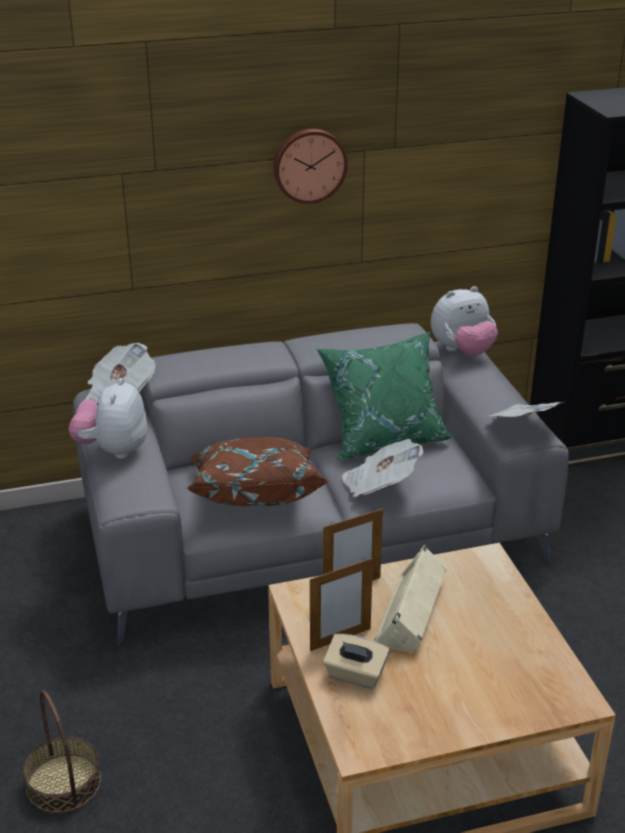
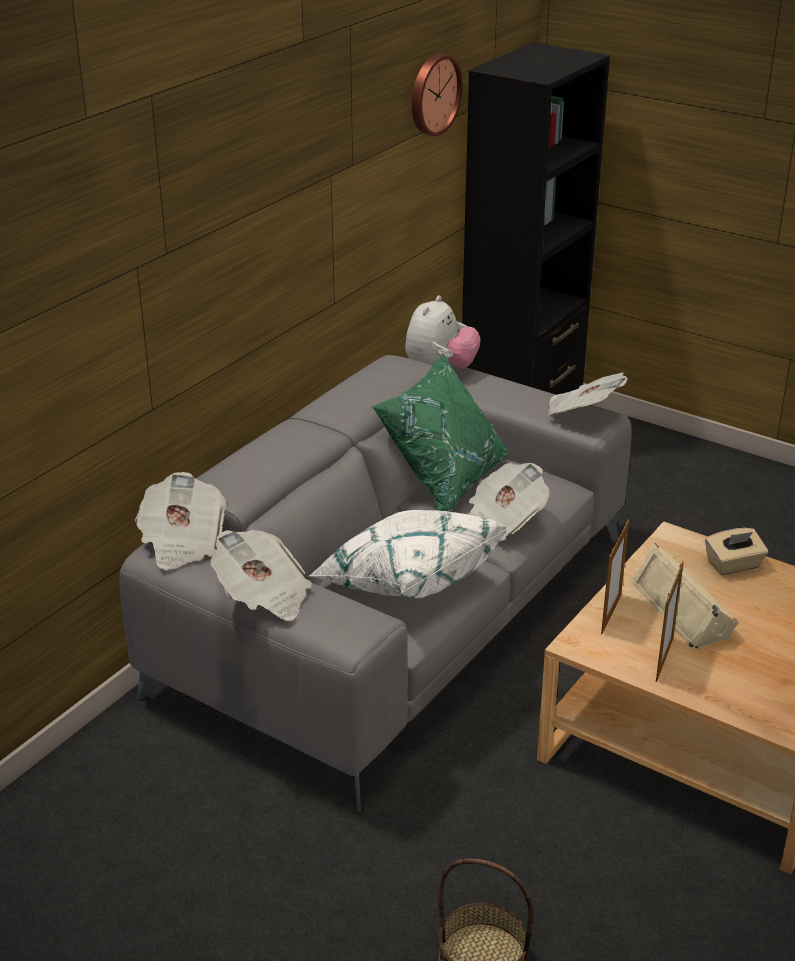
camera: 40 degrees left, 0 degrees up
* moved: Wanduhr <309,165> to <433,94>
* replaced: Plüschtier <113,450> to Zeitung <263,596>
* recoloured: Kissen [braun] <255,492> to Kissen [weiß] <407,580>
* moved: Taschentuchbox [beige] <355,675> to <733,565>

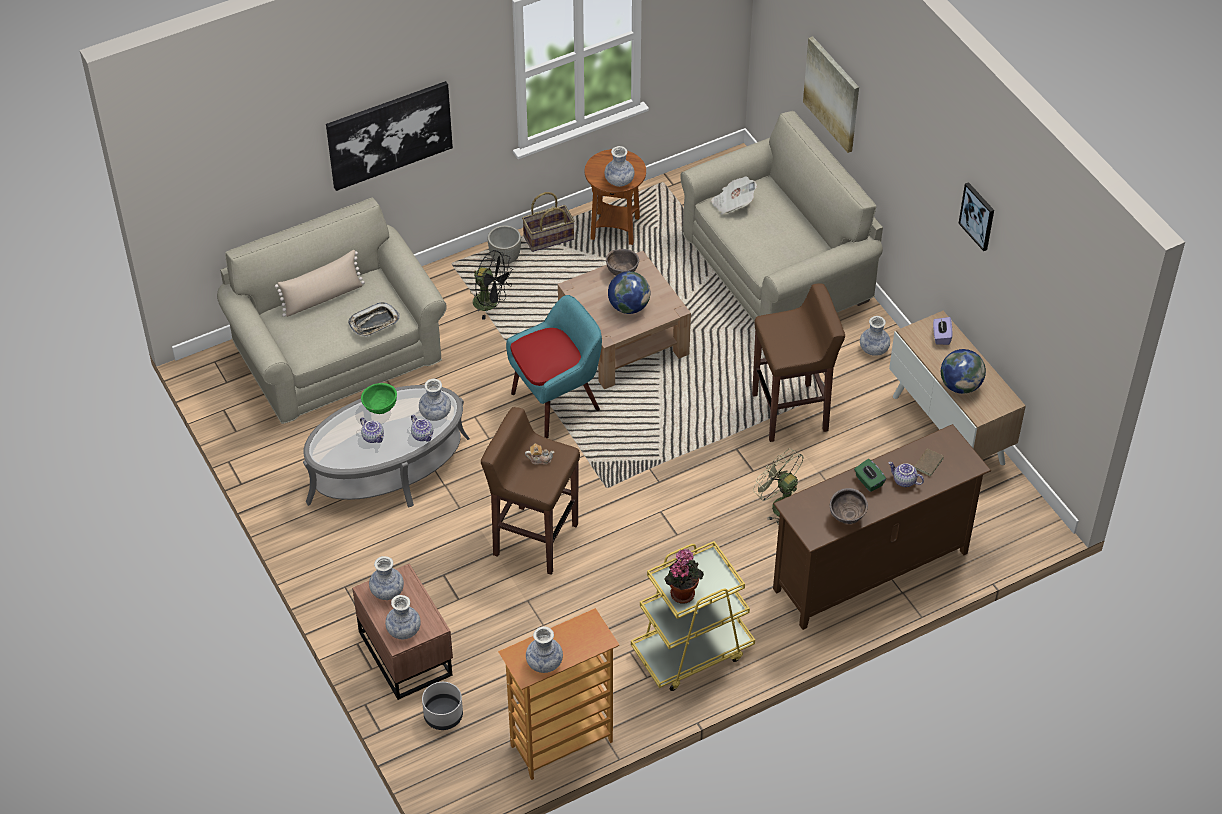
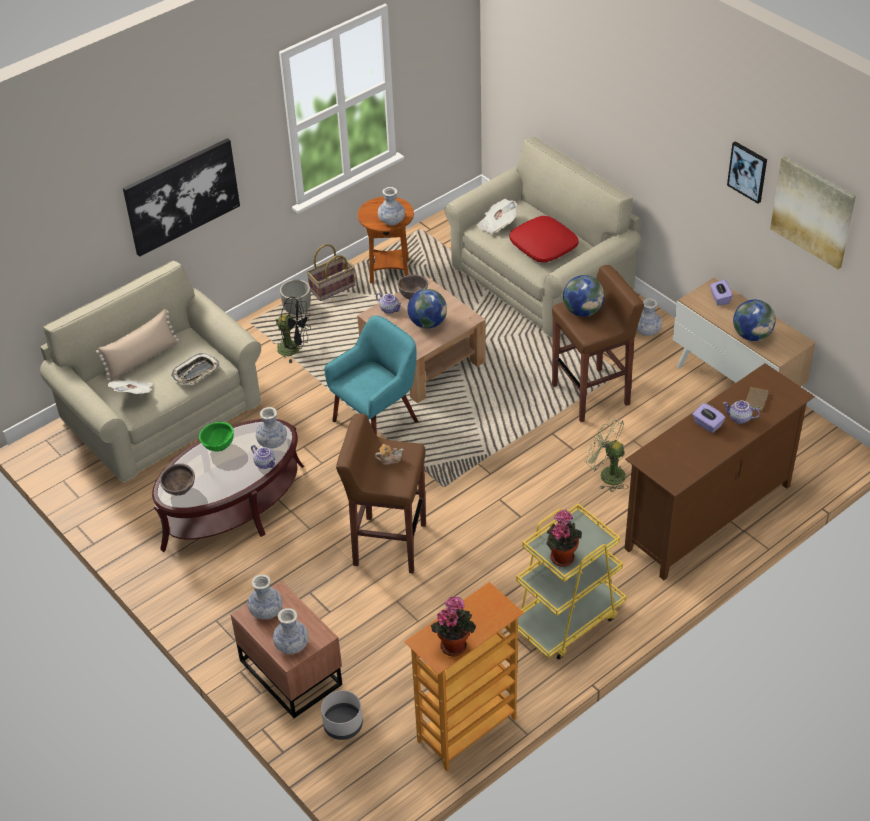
camera: 10 degrees left, 5 degrees down
* moved: Bild <832,93> to <813,211>
* moved: Kissen [rot] <548,362> to <544,246>
* recoloured: Couchtisch [grau] <388,469> to Couchtisch [braun] <233,506>
* moved: Teekanne <373,437> to <390,309>
* recoloured: Taschentuchbox [grün] <868,481> to Taschentuchbox [lila] <707,424>
* moved: Schüssel [braun] <846,517> to <180,490>
* replaced: Vase <544,663> to Topfpflanze <454,644>
* added: Globus <582,311>
* added: Zeitung <134,394>

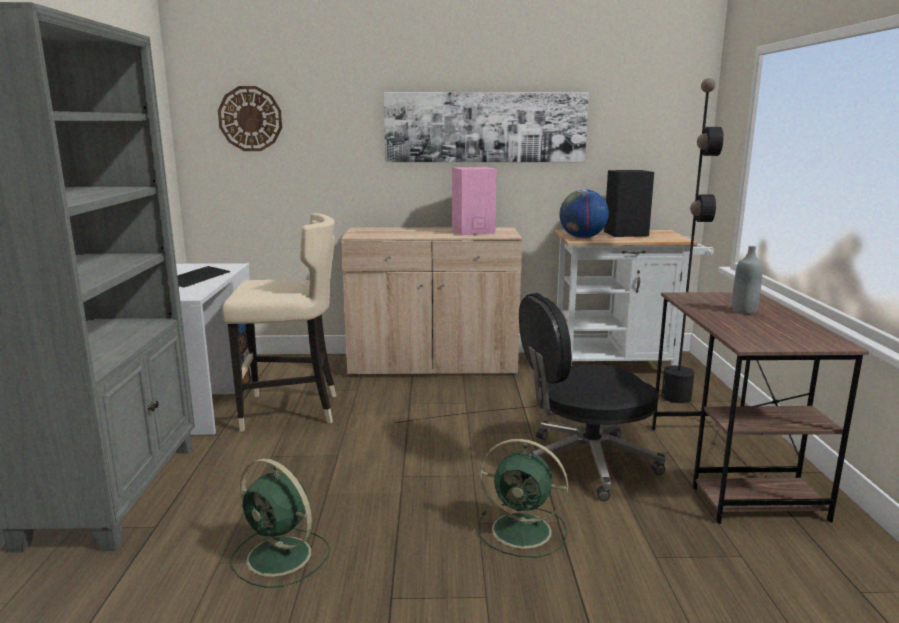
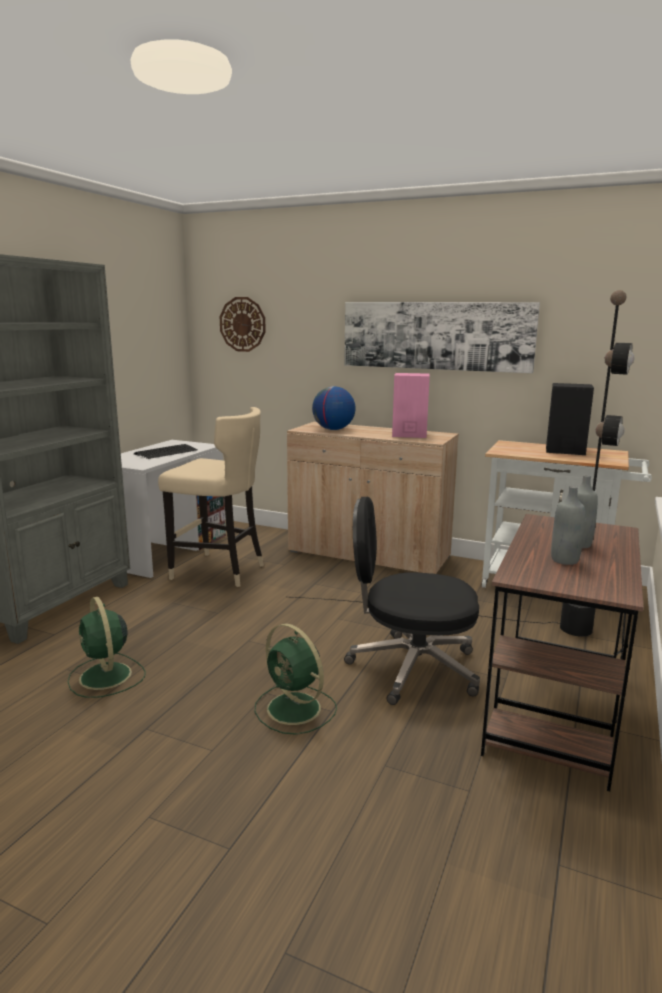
camera: 25 degrees right, 0 degrees up
* moved: Globus <582,237> to <333,429>
* added: Flasche [grau] <564,560>

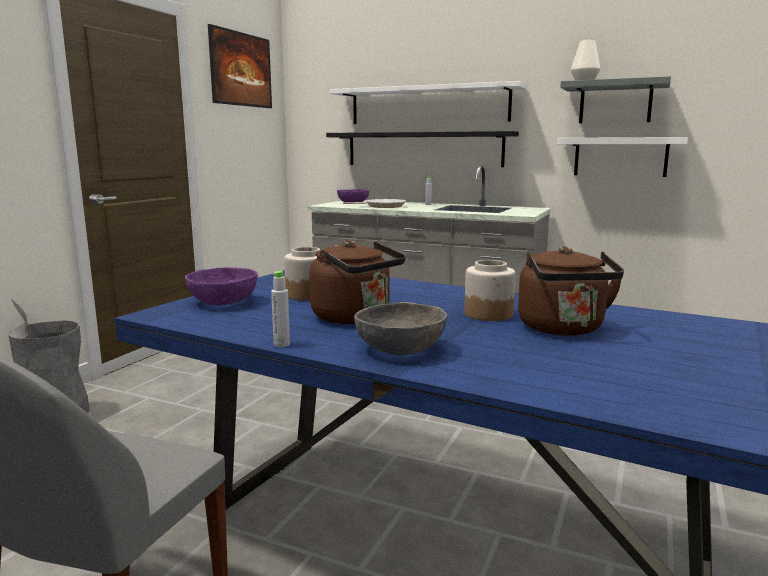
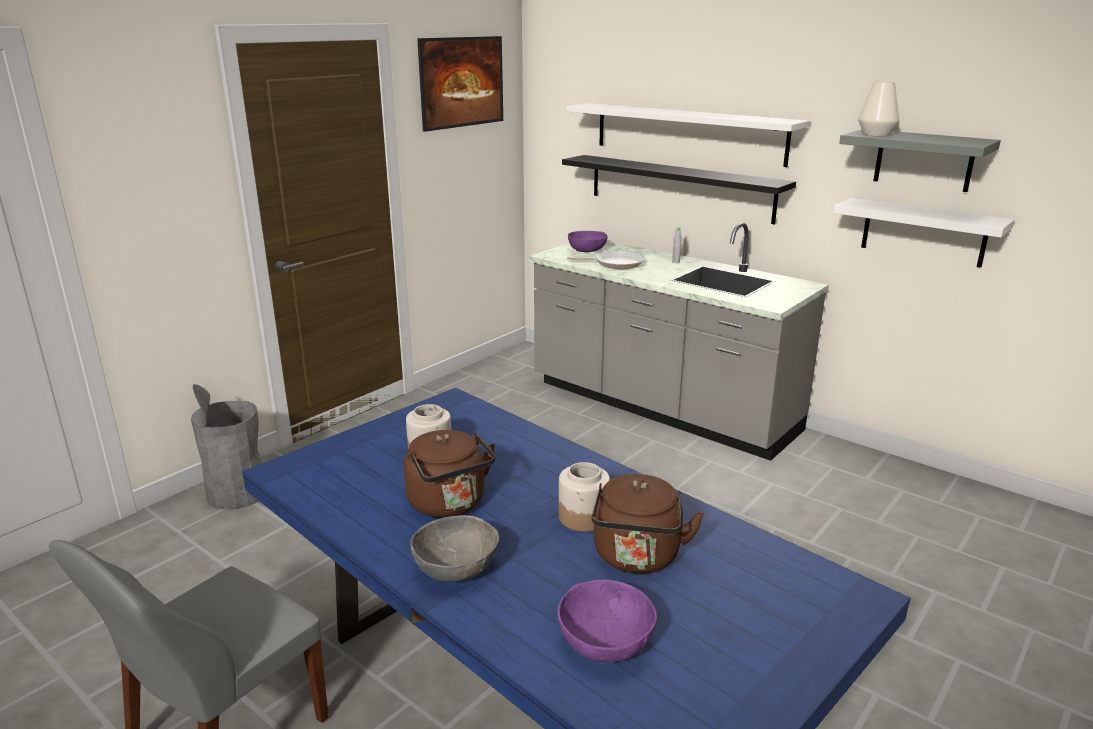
camera: 15 degrees right, 10 degrees up
* moved: Schüssel [lila] <223,302> to <605,642>
* removed: Flasche [grau] <281,344>

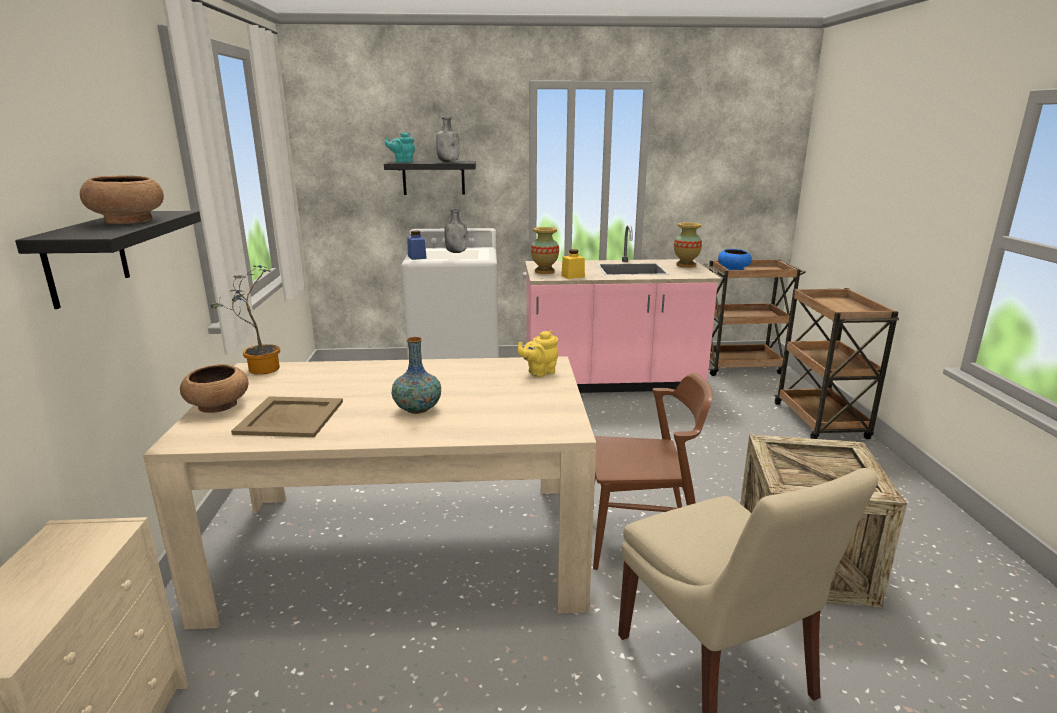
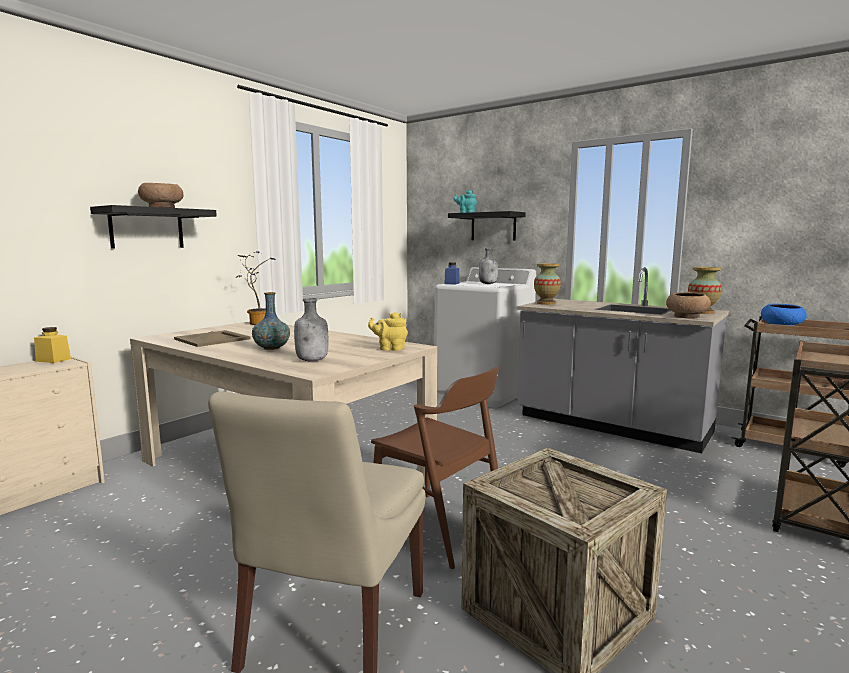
camera: 40 degrees right, 10 degrees down
* moved: Flasche [grau] <449,162> to <313,360>
* recoloured: Küchenzeile [rosa] <612,382> to Küchenzeile [grau] <611,425>
* moved: Vorratsglas [gelb] <573,276> to <53,360>
* moved: Schüssel [braun] <218,406> to <687,317>

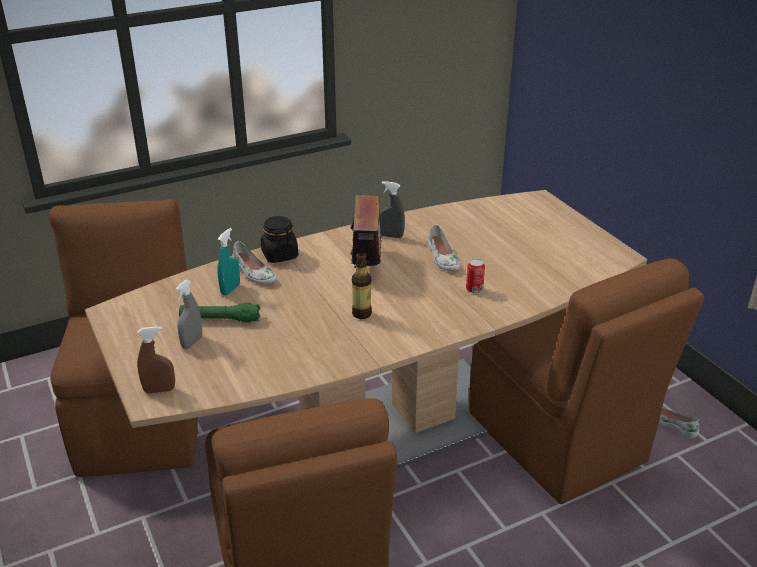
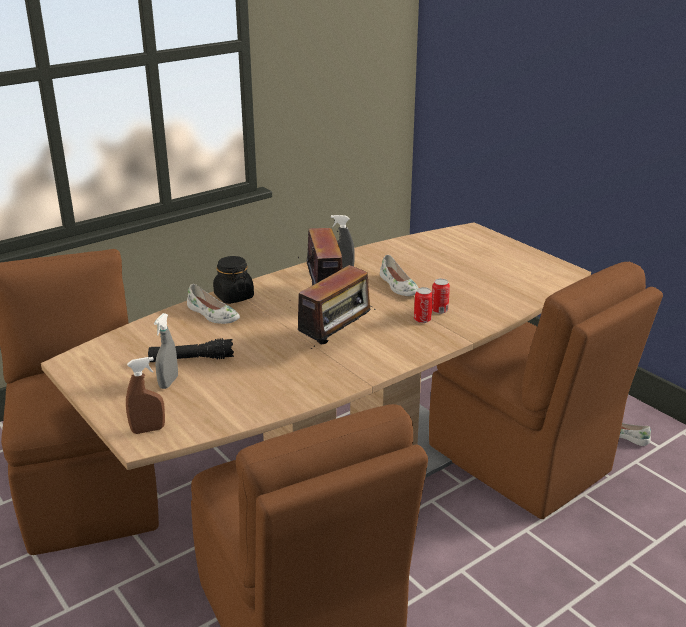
camera: 10 degrees left, 5 degrees down
* removed: Sprühflasche [türkis] <230,289>
* replaced: Flasche <362,314> to Radio <336,341>
* recoloured: Taschenlampe [grün] <220,319> to Taschenlampe [schwarz] <191,359>
* added: Dose <422,319>

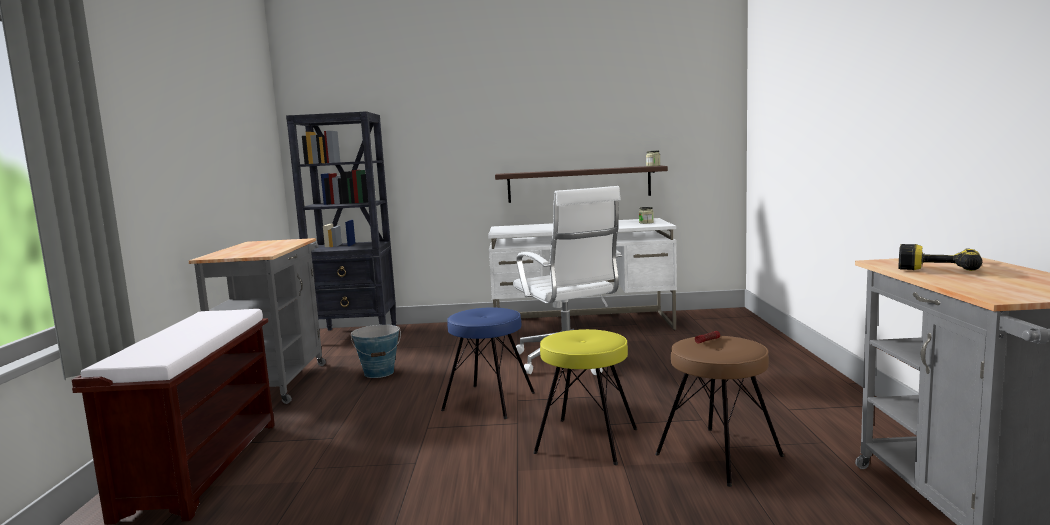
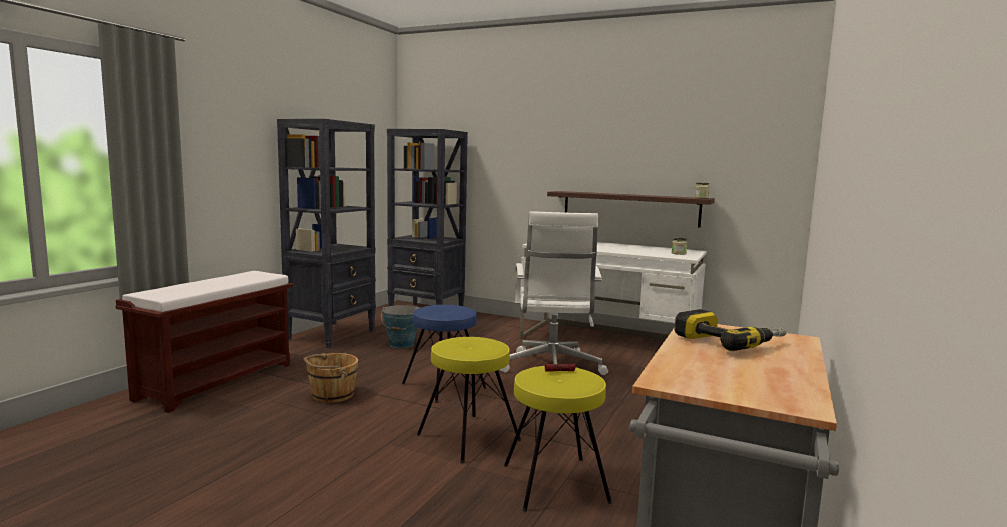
camera: 25 degrees right, 0 degrees up
* replaced: Rollwagen [grau] <276,381> to Bücherregal [schwarz] <332,334>
* recoloured: Hocker [braun] <719,455> to Hocker [gelb] <555,483>
* added: Eimer [braun] <332,395>

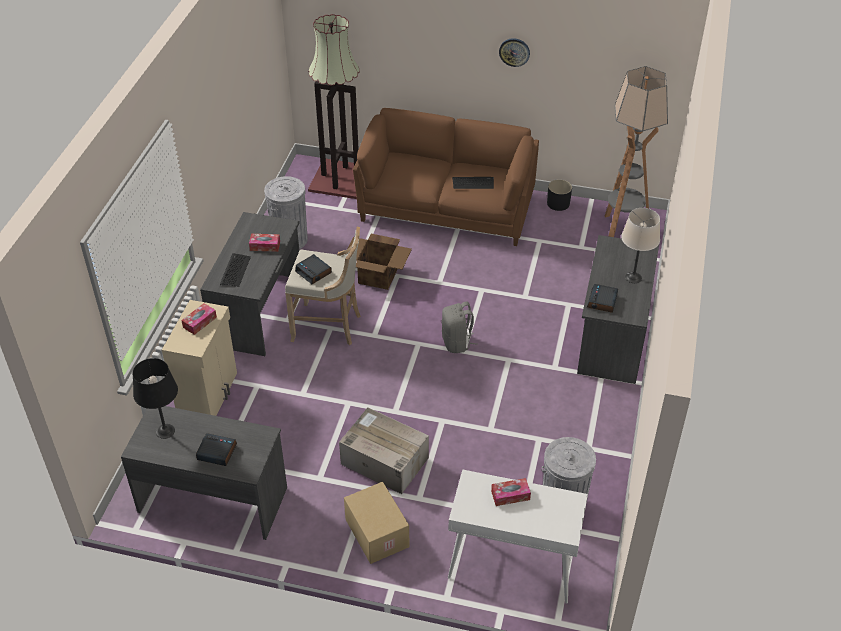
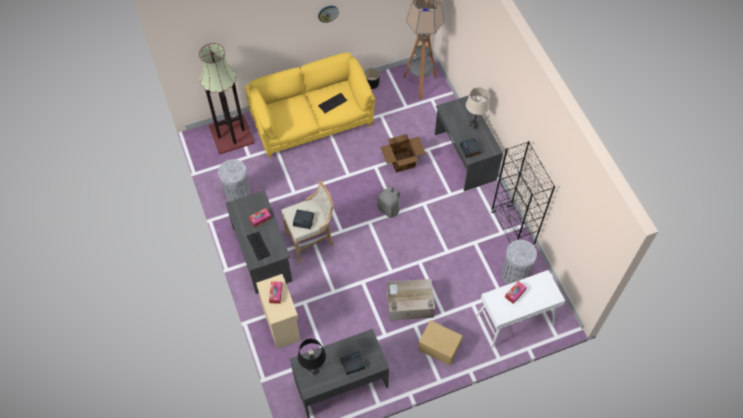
camera: 35 degrees left, 15 degrees up
* recoloured: Sofa [braun] <447,208> to Sofa [gelb] <311,120>
* moved: Karton <378,276> to <402,161>
* added: Bücherregal [schwarz] <512,230>

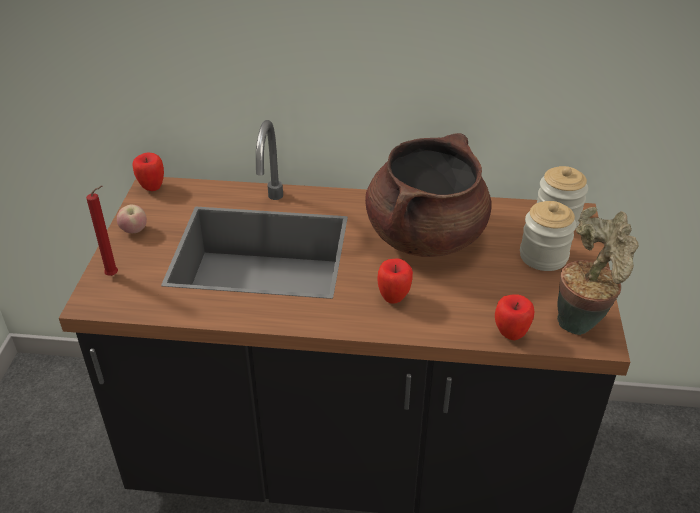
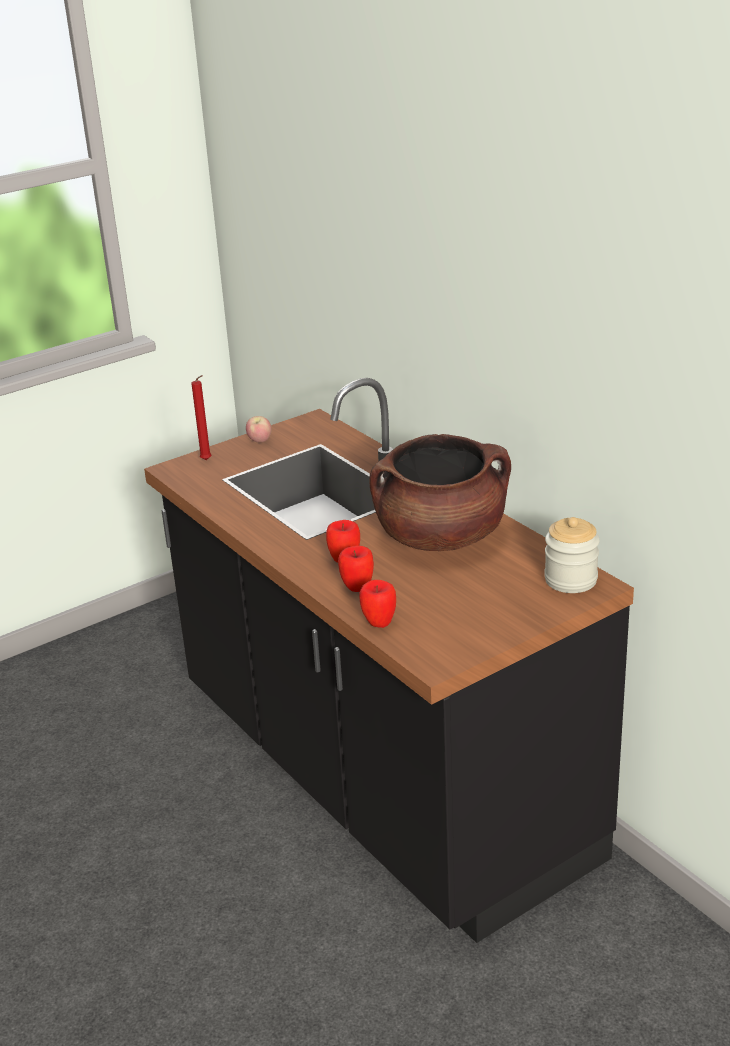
camera: 50 degrees right, 10 degrees down
* moved: Apfel <152,187> to <357,587>
* removed: Vorratsglas <543,256>
* removed: Topfpflanze <582,321>

